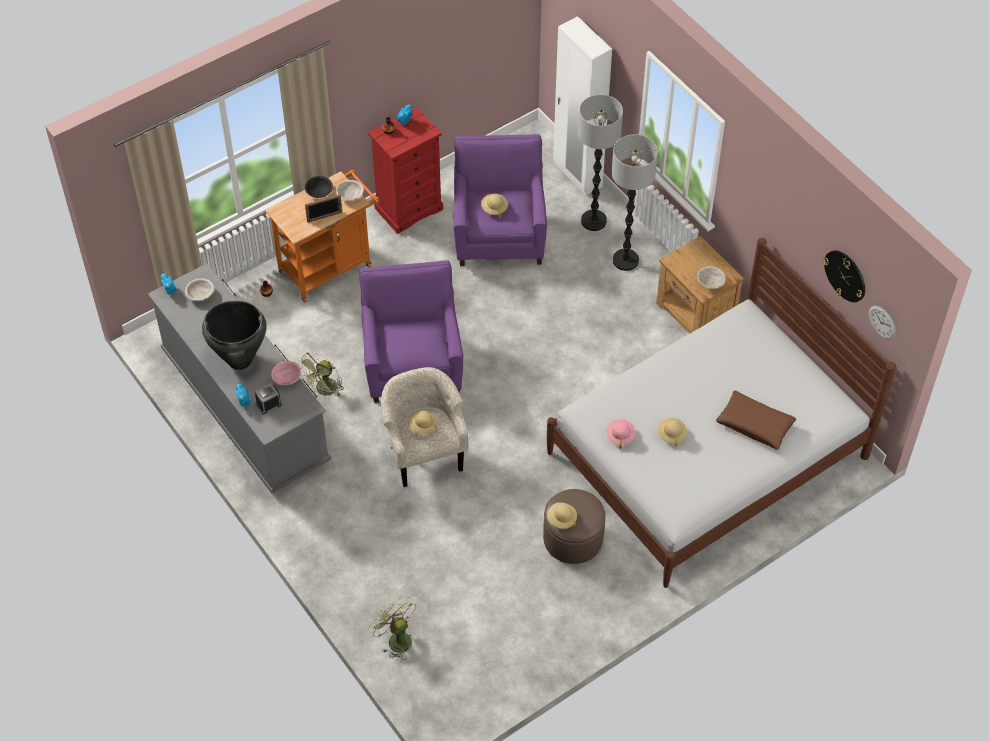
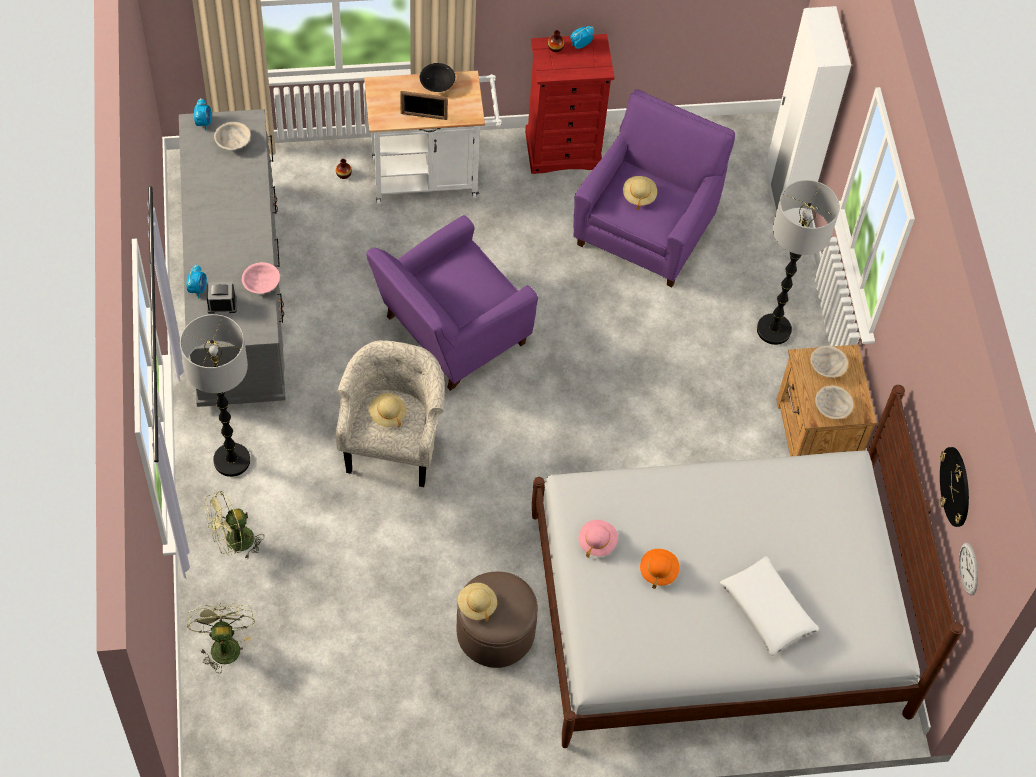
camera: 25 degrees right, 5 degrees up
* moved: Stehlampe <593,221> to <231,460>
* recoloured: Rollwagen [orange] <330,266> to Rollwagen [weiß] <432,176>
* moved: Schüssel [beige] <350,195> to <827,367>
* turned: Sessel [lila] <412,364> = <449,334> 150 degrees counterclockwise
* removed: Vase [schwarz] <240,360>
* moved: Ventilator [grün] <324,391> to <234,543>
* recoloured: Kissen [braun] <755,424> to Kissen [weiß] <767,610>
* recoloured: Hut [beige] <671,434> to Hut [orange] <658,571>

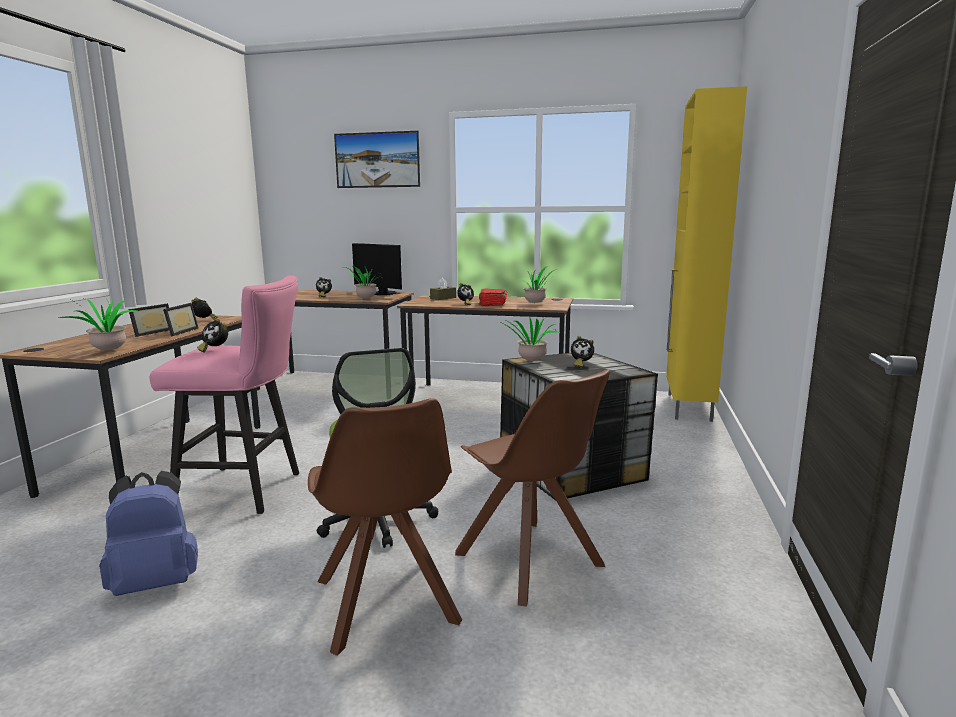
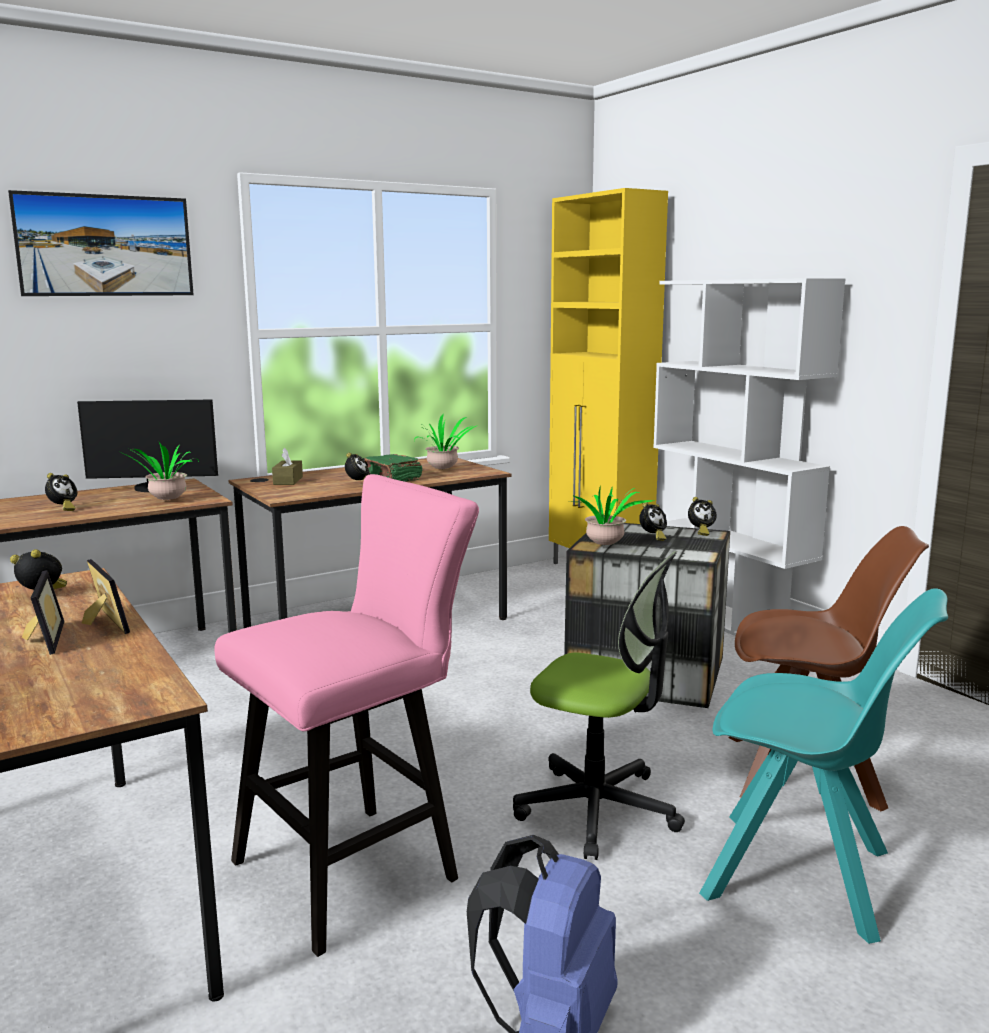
camera: 45 degrees left, 0 degrees up
* recoloured: Buch [rot] <492,304> to Buch [grün] <393,478>
* removed: Topfpflanze <107,351>
* moved: Wecker <215,350> to <700,532>
* recoloured: Stuhl [braun] <386,604> to Stuhl [türkis] <803,876>
* added: Bücherregal [weiß] <727,620>

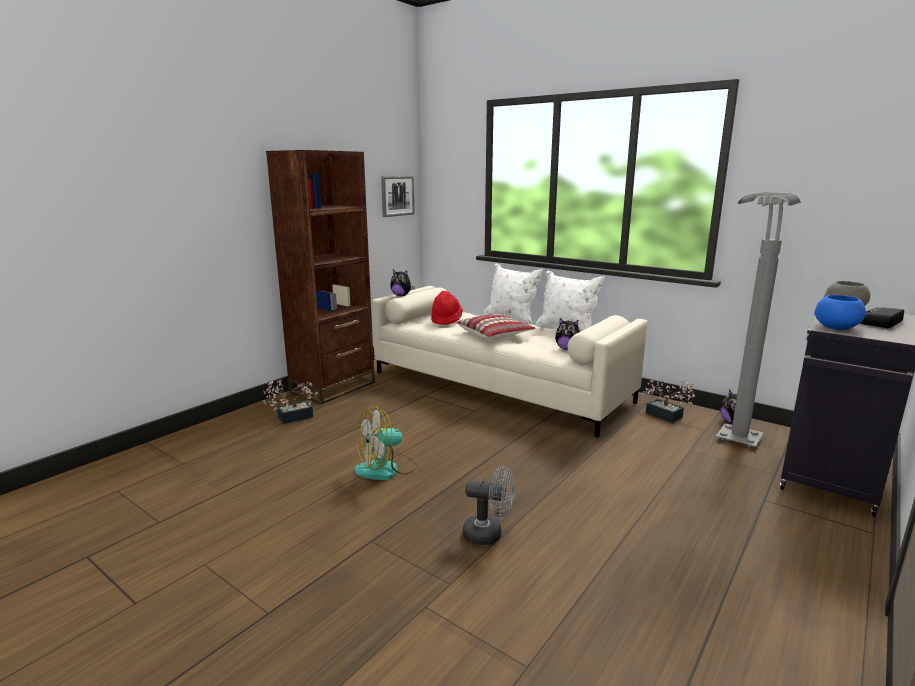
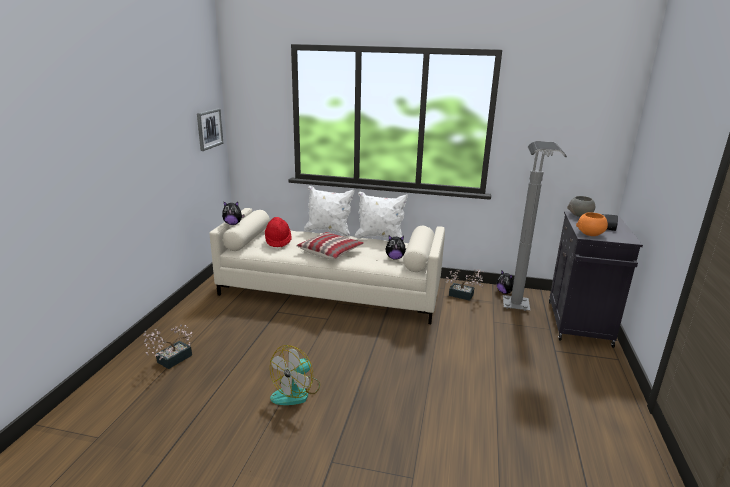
camera: 25 degrees left, 5 degrees up
* removed: Bücherregal [braun] <333,387>
* recoloured: Schüssel [blau] <836,327> to Schüssel [orange] <590,234>
* removed: Ventilator [grau] <489,534>

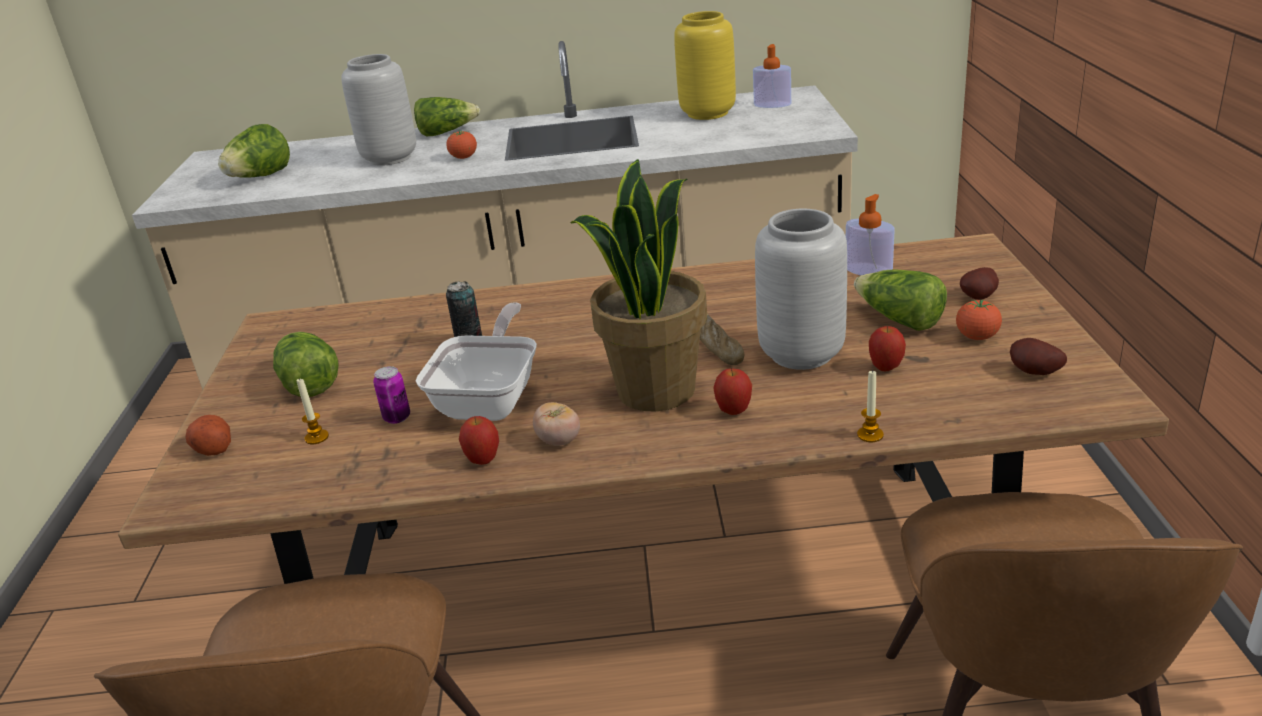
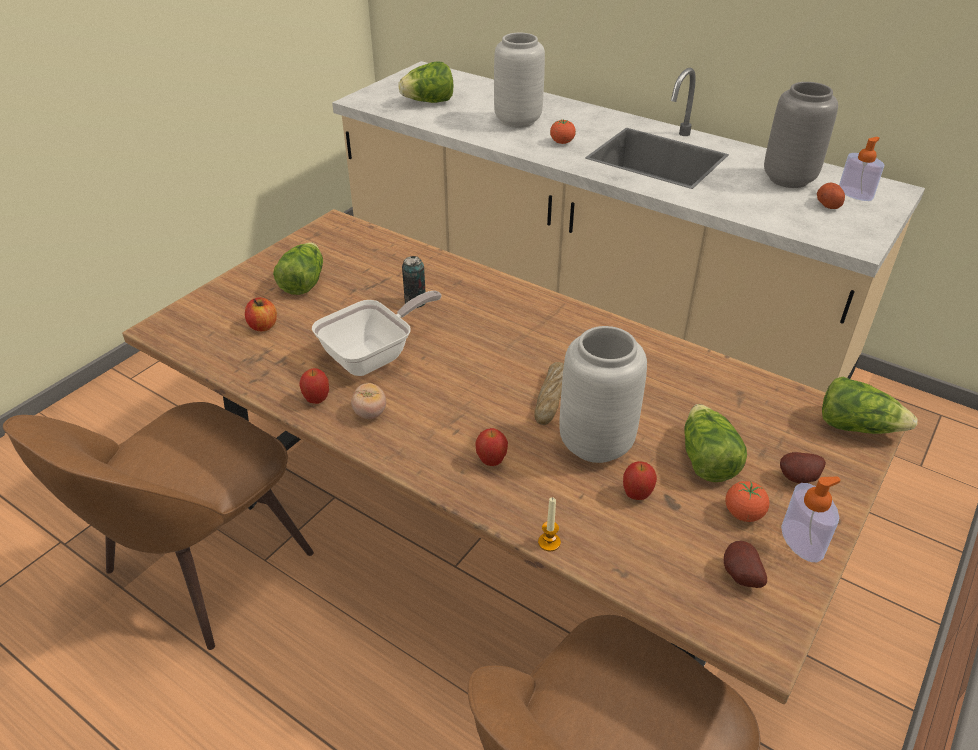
camera: 35 degrees right, 10 degrees up
* recoloured: Vase [gelb] <709,113> to Vase [grau] <790,179>
* moved: Salatkopf <446,132> to <857,426>
* removed: Topfpflanze <654,390>
* moved: Seifenspender <868,270> to <802,541>
* removed: Dose <397,417>
* replaced: Kerze <316,437> to Apfel <263,326>
* moved: Kartoffel <213,447> to <828,204>

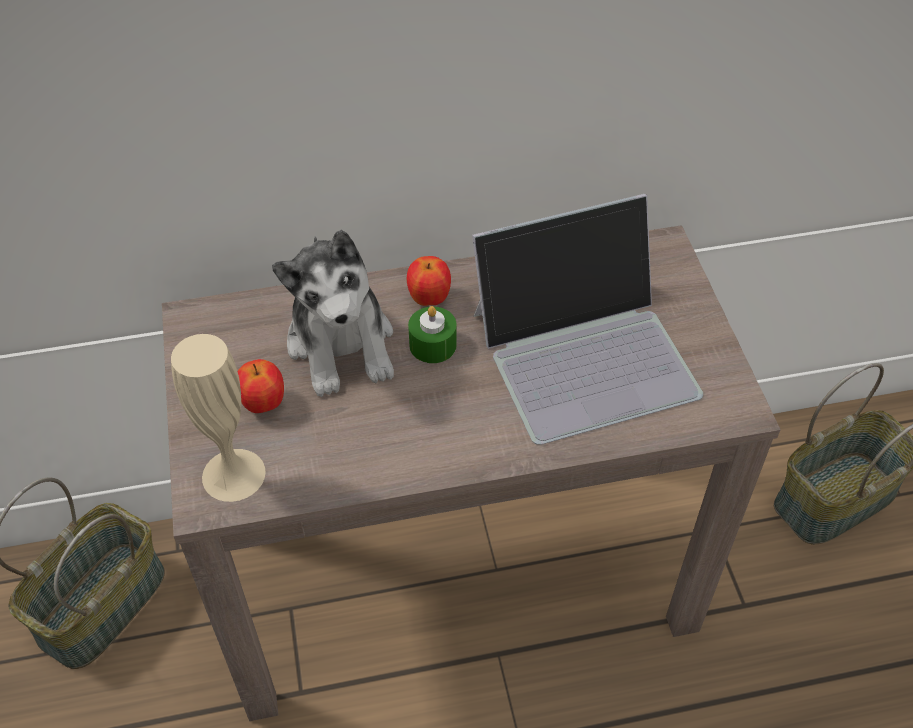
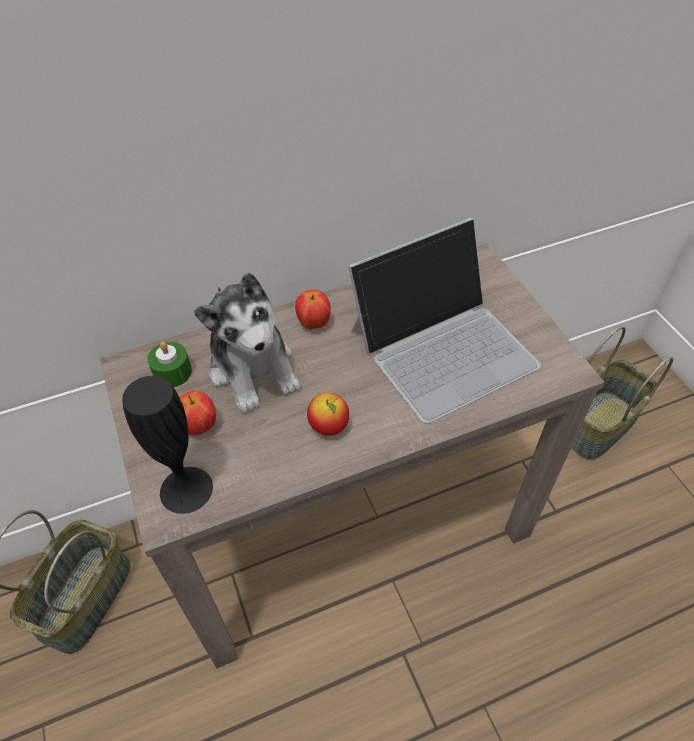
camera: 10 degrees left, 0 degrees up
* moved: Kerze [grün] <433,345> to <172,372>
* recoloured: Vase [beige] <233,474> to Vase [schwarz] <186,489>
* added: Apfel <329,427>

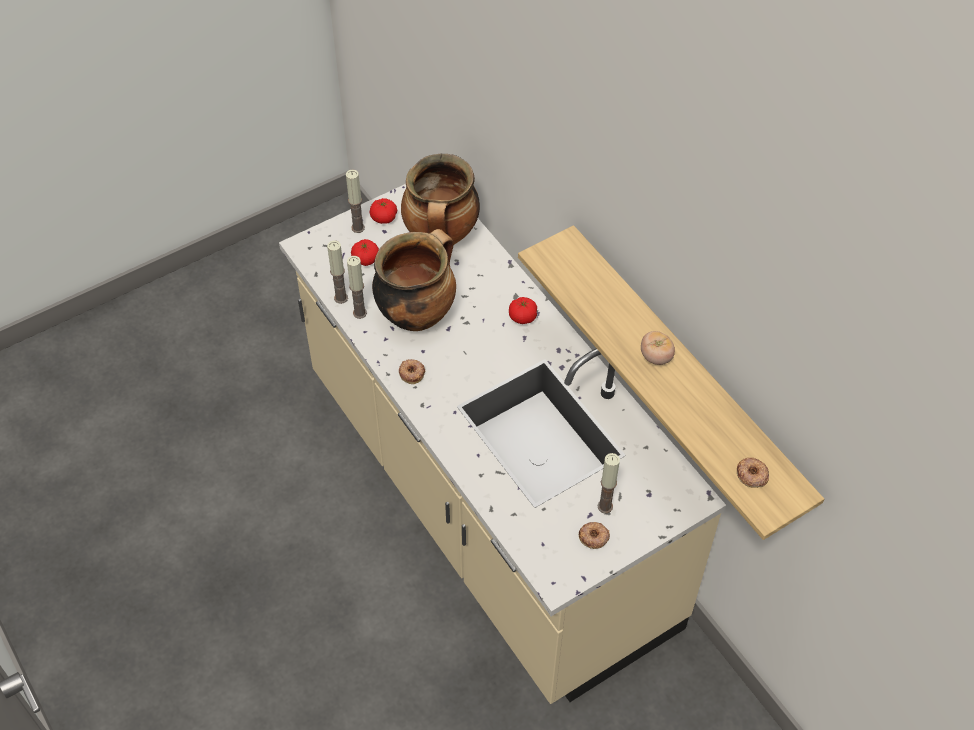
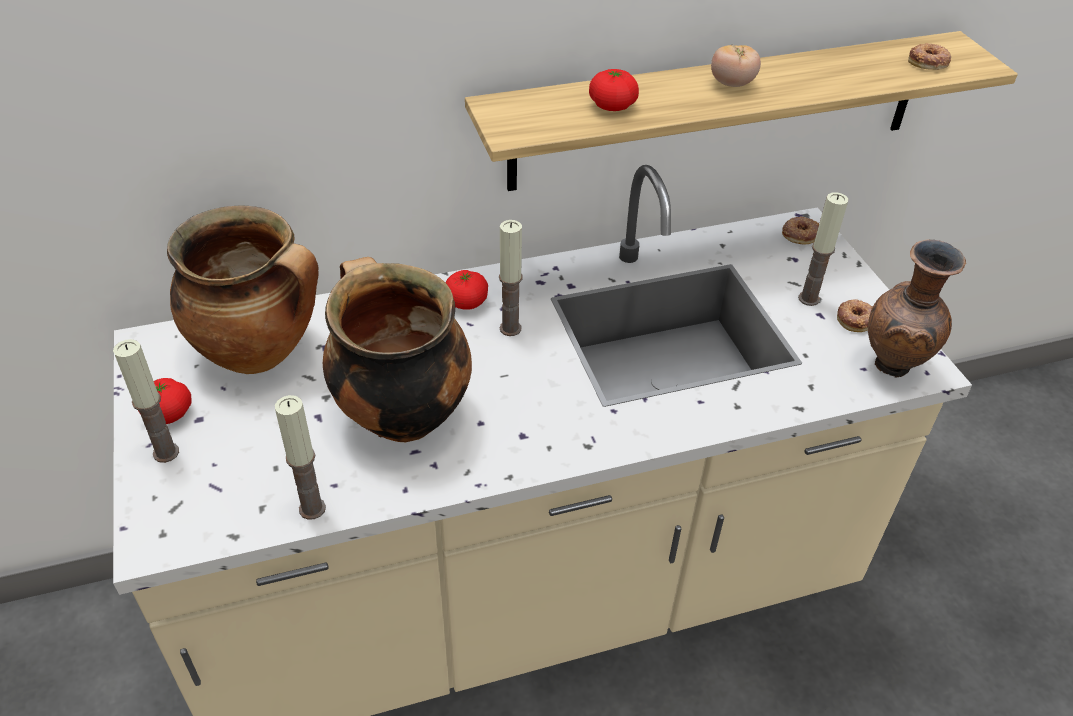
camera: 75 degrees left, 10 degrees down
* moved: Tomate <365,259> to <612,106>
* moved: Kerze <360,313> to <510,328>
* moved: Donut <412,373> to <800,234>
* added: Vase [braun] <893,368>

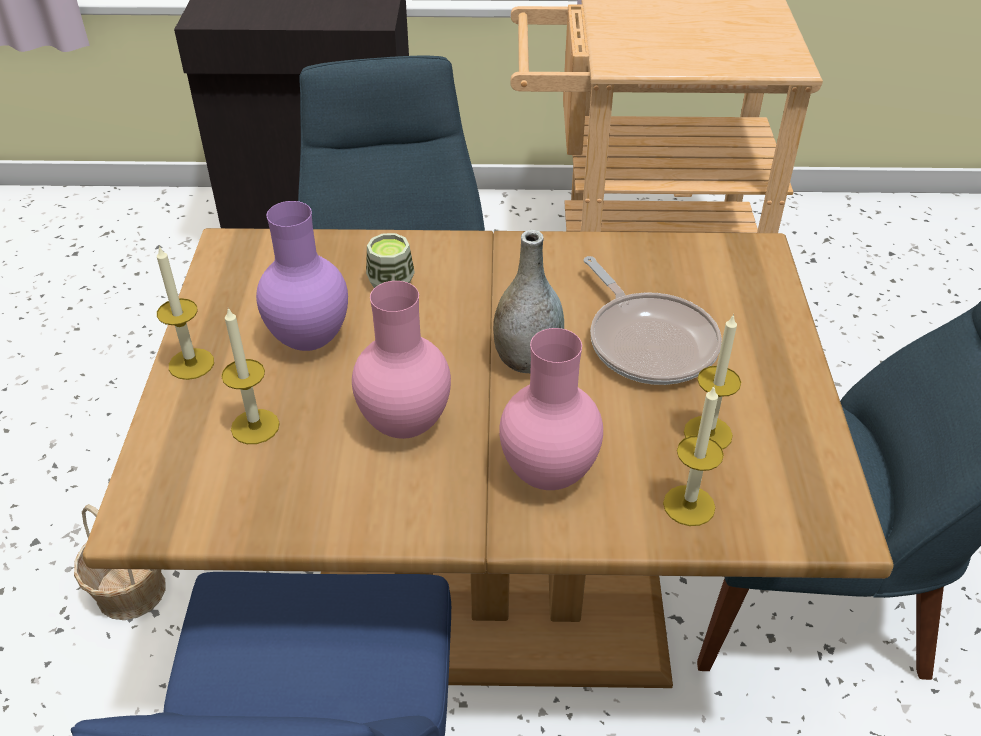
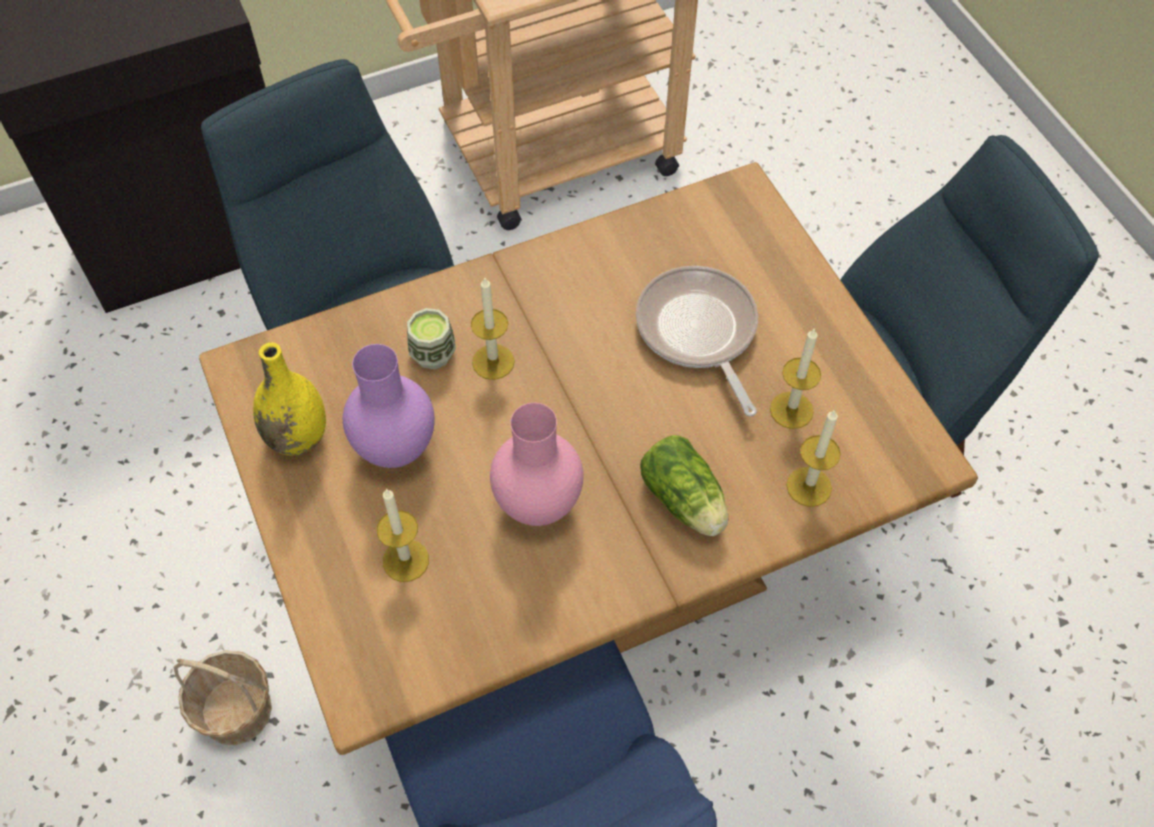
camera: 25 degrees left, 15 degrees up
* removed: Vase [grau] <527,361>
* moved: Kerze <191,364> to <493,362>
* turned: Pfanne <648,341> = <698,332> 150 degrees counterclockwise
* replaced: Vase [rosa] <549,473> to Salatkopf <685,502>
* added: Vase [gelb] <298,437>

